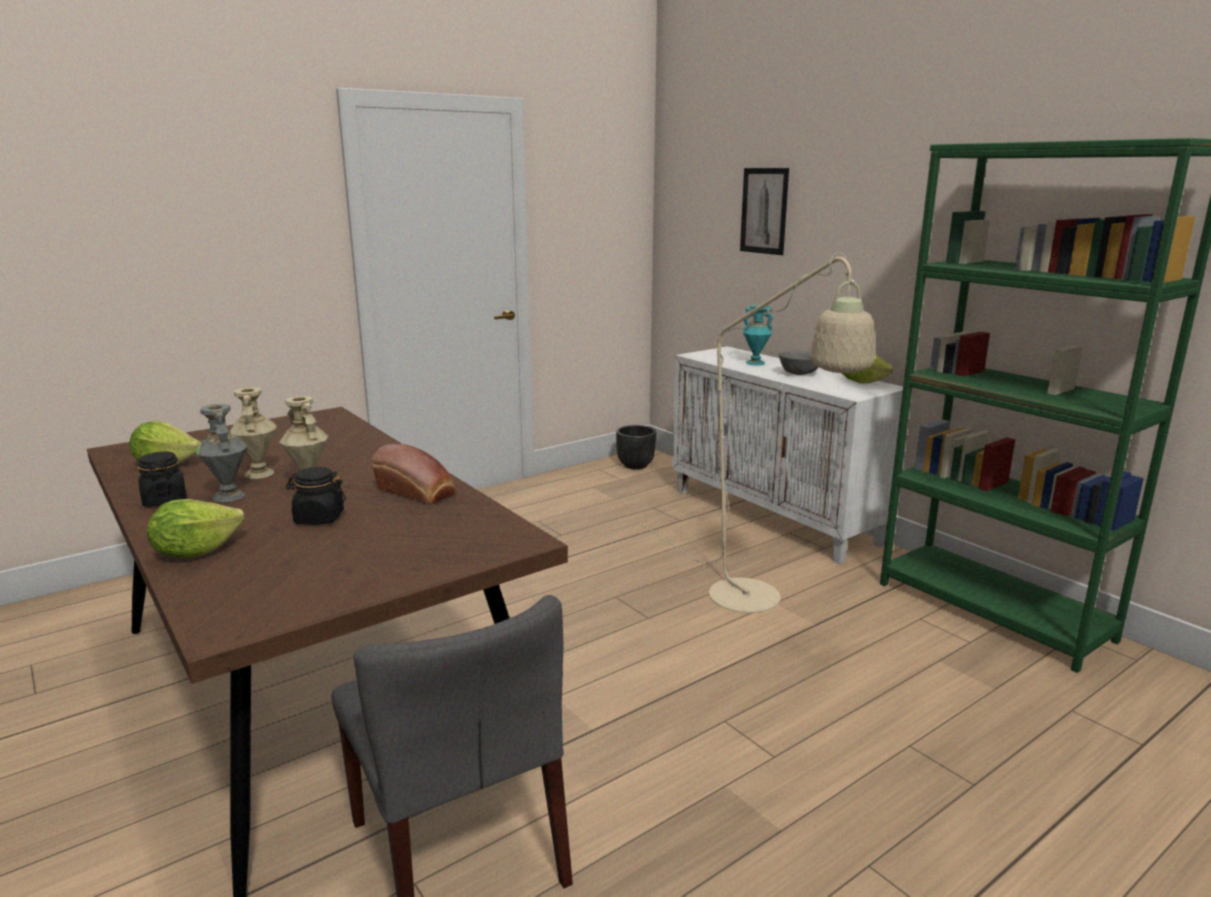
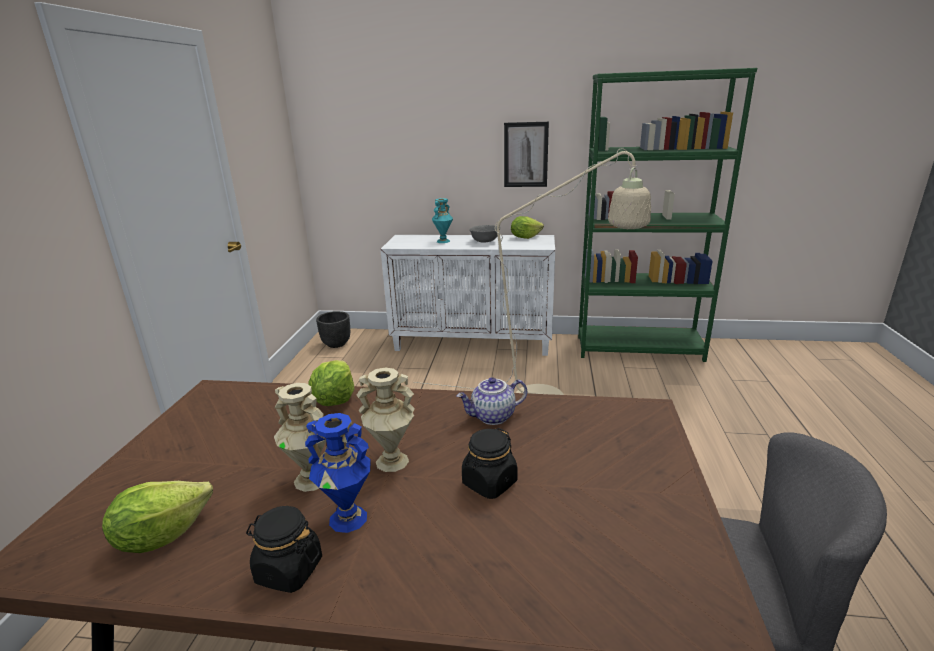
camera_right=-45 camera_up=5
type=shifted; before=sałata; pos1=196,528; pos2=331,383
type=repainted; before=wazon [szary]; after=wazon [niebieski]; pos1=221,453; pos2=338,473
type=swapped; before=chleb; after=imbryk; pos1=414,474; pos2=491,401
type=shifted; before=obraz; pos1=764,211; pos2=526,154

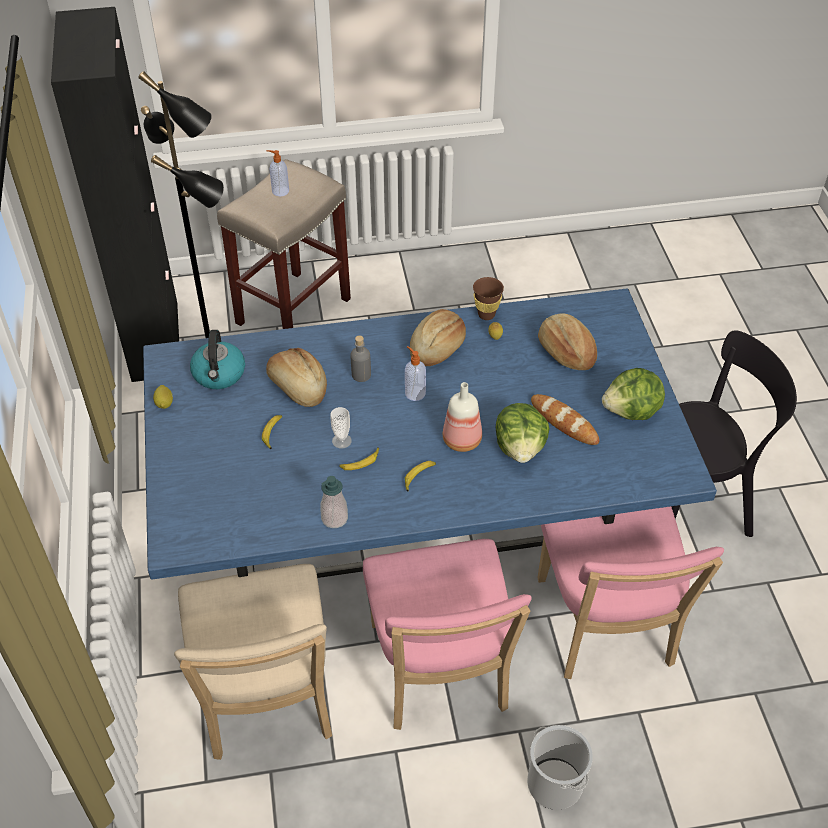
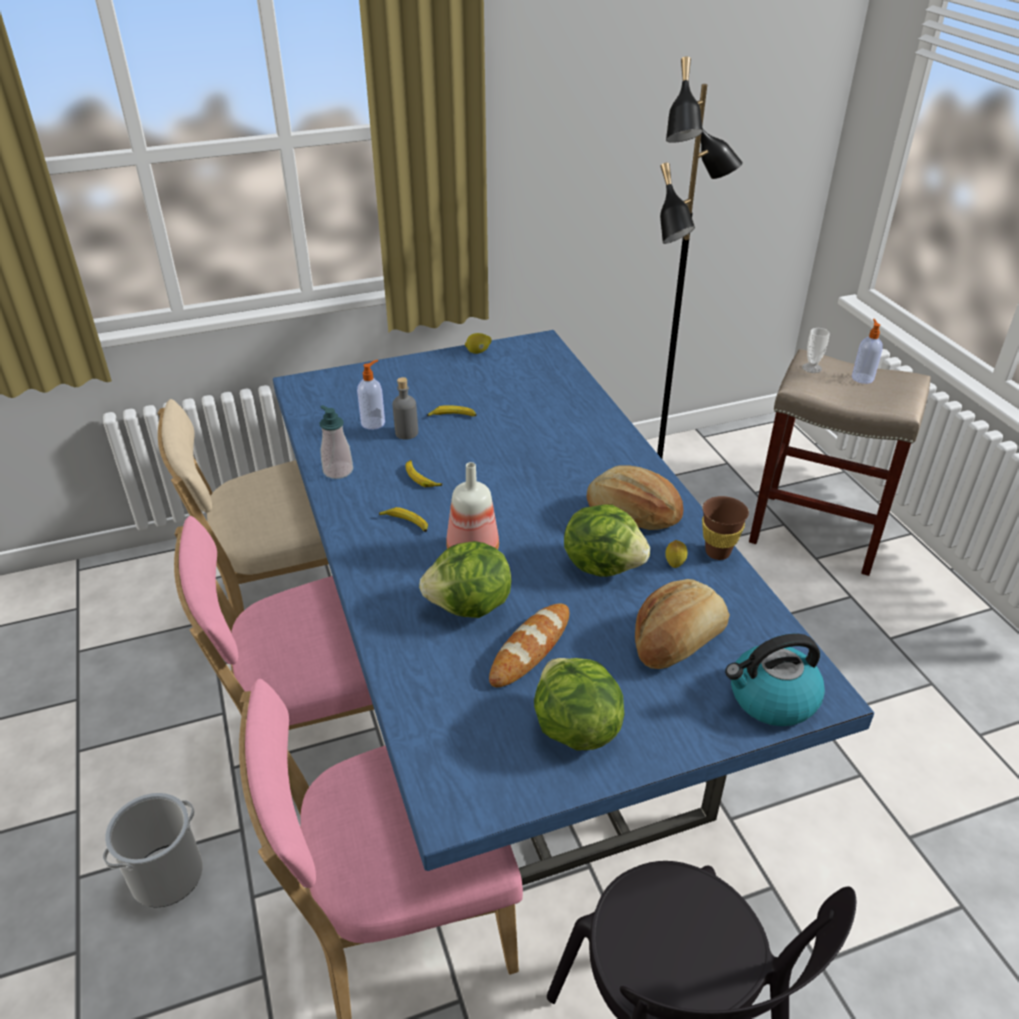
camera_right=80 camera_up=-10
type=gone; before=szafka [czarny]; pos1=115,194
type=shifted; before=czajnik; pos1=217,359; pos2=775,680
type=gone; before=chleb; pos1=296,377
type=shifted; before=filiżanka; pos1=341,427; pos2=816,350
type=shifted; before=butelka [szary]; pos1=360,358; pos2=405,408
type=shifted; before=dozownik mydła; pos1=415,373; pos2=371,395
type=new; after=sałata; pos2=607,540

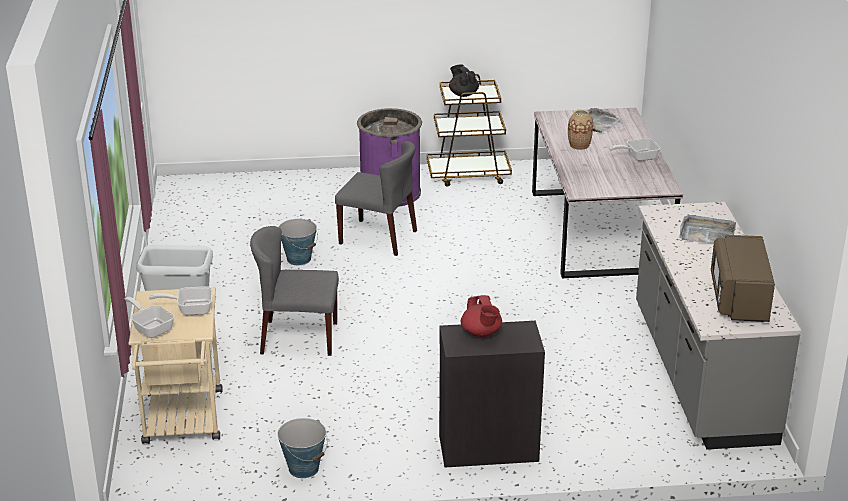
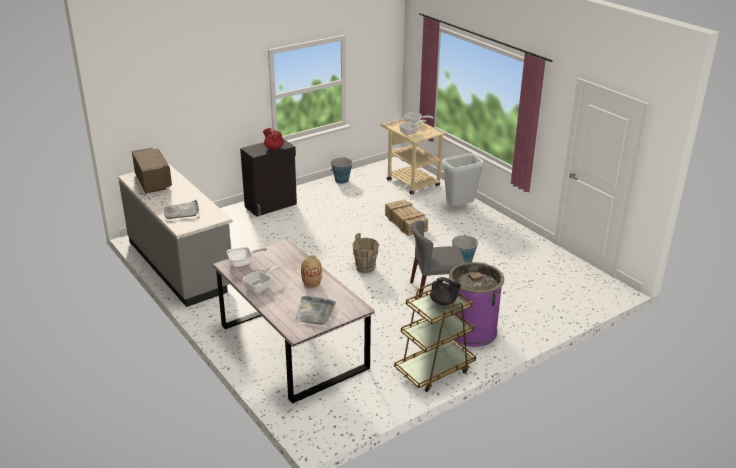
camera_right=150 camera_up=0
type=swapped; before=krzesło [szary]; after=skrzynka; pos1=294,291; pos2=406,217
type=new; after=patelnia; pos2=246,257
type=new; after=wiadro [brązowy]; pos2=365,253

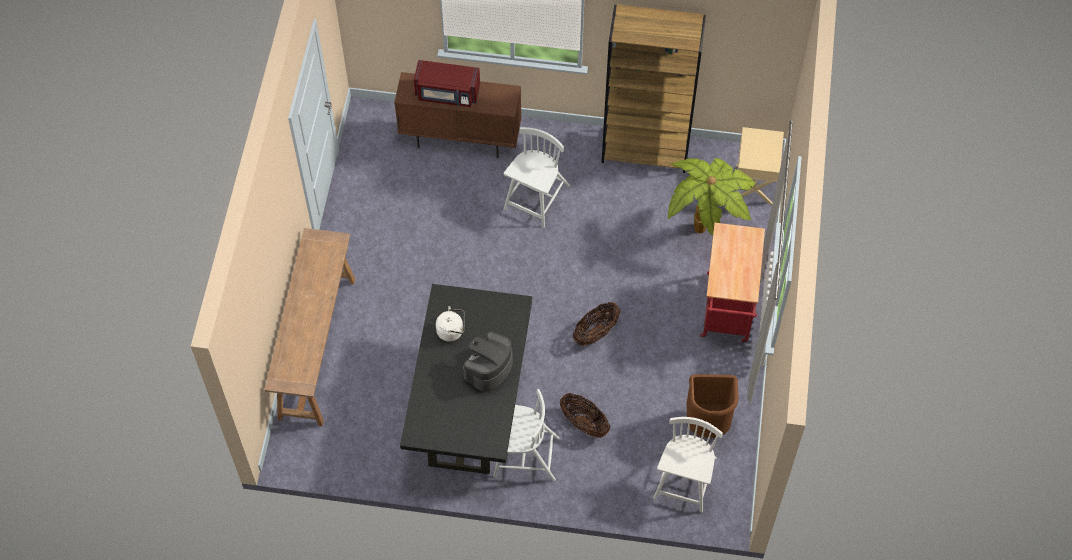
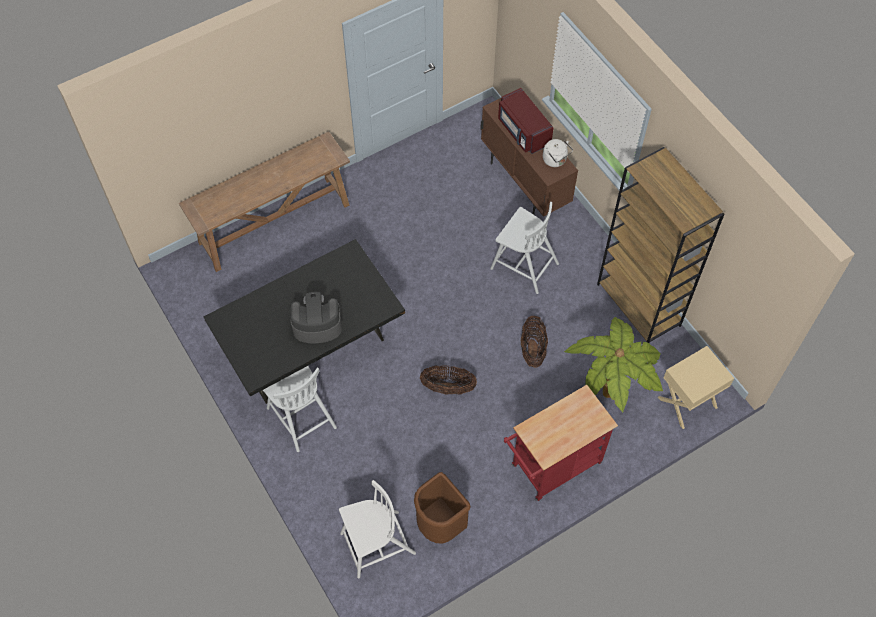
camera_right=50 camera_up=0
type=shifted; before=czajnik [biały]; pos1=450,323; pos2=558,153
type=rotated; before=krzesło [biały]; pos1=537,177; pos2=524,248; turn=45
type=shifted; before=koszyk; pos1=585,415; pos2=534,341

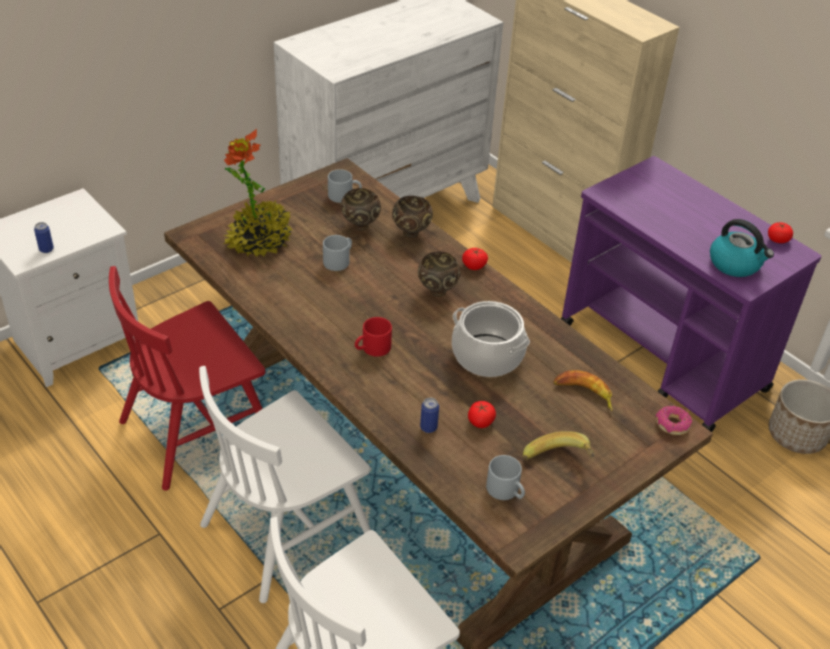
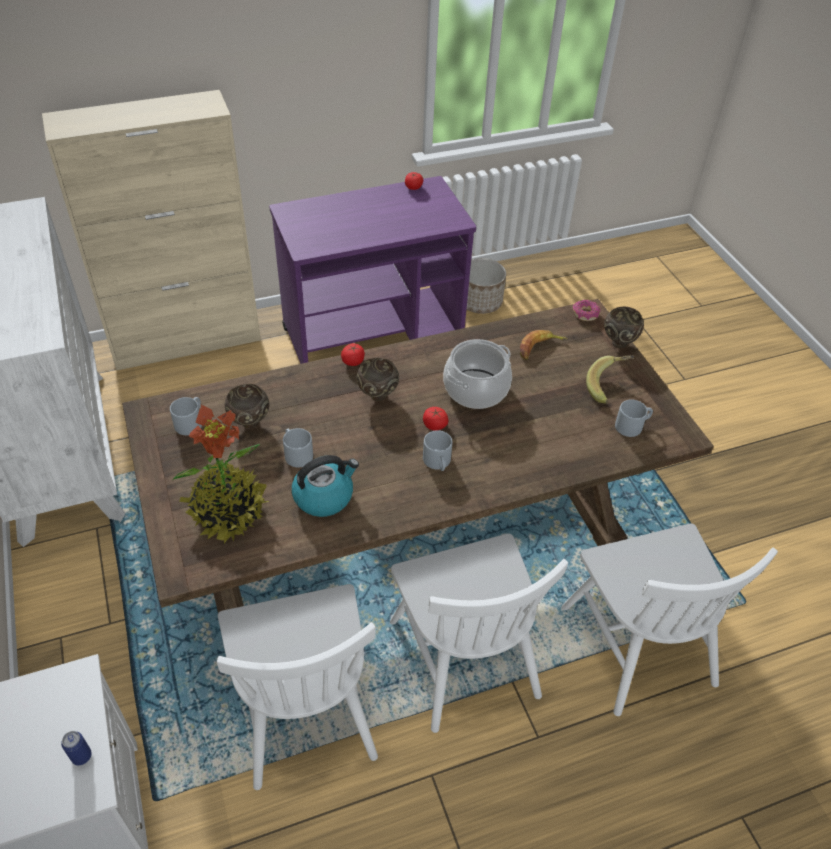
camera_right=-70 camera_up=5
type=repainted; before=krzesło [czerwony]; after=krzesło [biały]; pos1=187,378; pos2=297,687
type=repainted; before=kubek [czerwony]; after=kubek [szary]; pos1=373,337; pos2=437,450
type=shifted; before=miska [brązowy]; pos1=412,217; pos2=624,327
type=gone; before=puszka; pos1=429,415
type=shifted; before=pomidor; pos1=482,414; pos2=435,418
type=shifted; before=czajnik; pos1=742,248; pos2=325,486

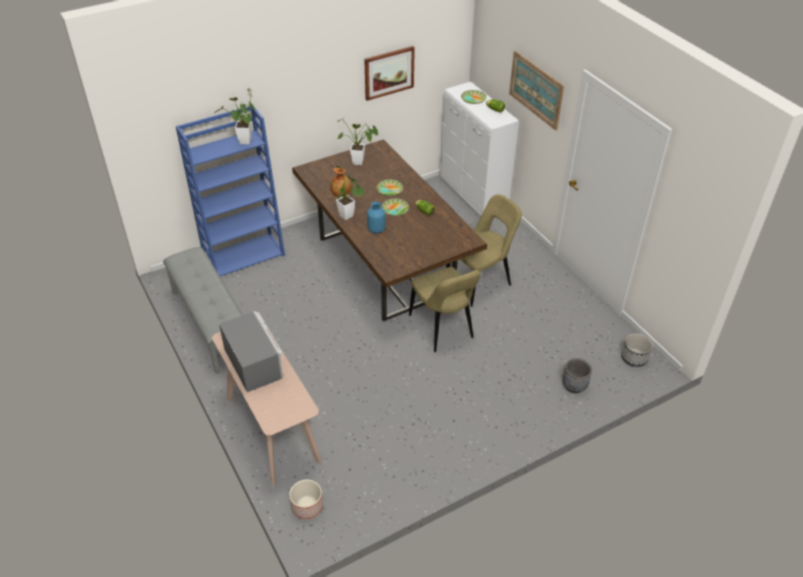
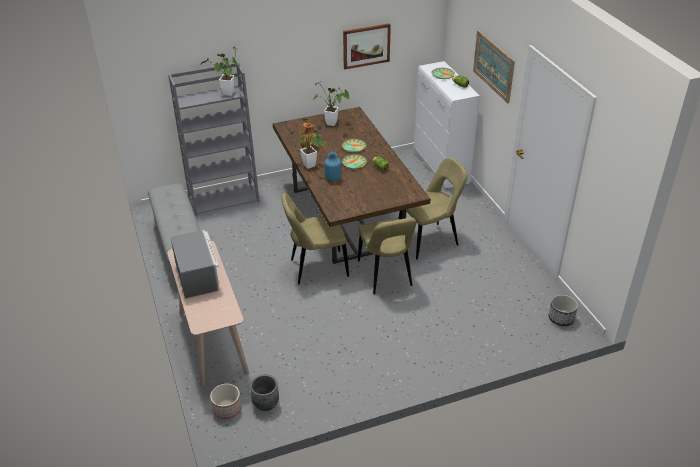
camera_right=10 camera_up=-5
type=repainted; before=regał [niebieski]; after=regał [szary]; pos1=230,191; pos2=214,139
type=shifted; before=donica [szary]; pos1=577,375; pos2=264,392
type=new; after=krzesło [beżowy]; pos2=315,239

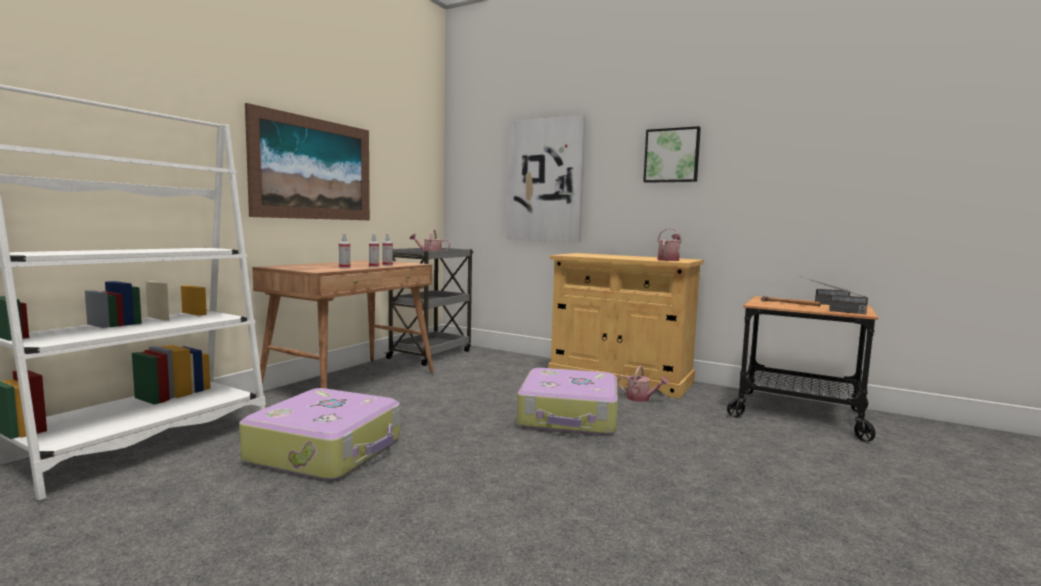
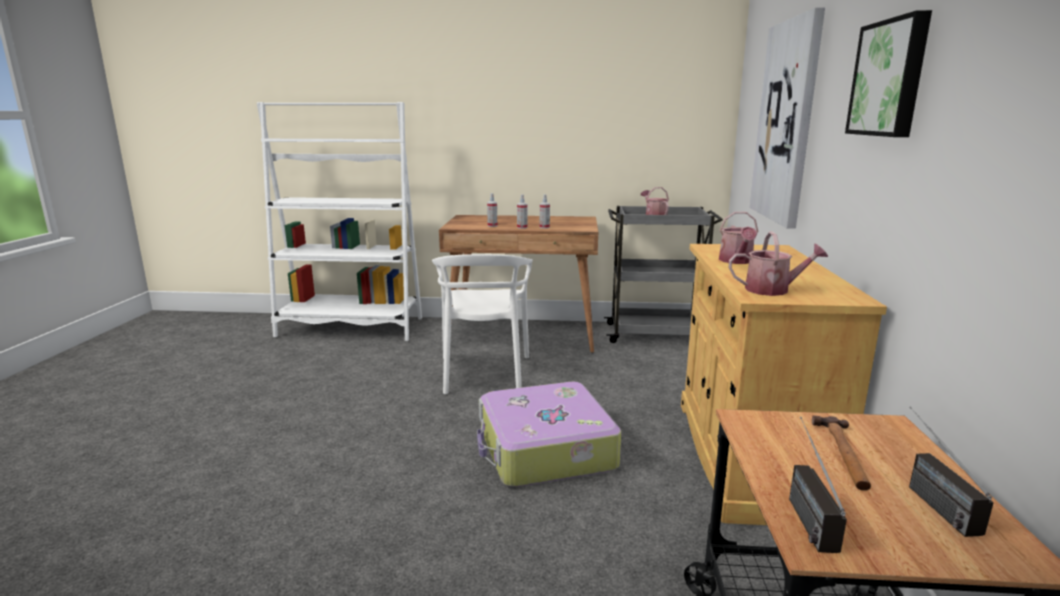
camera_right=65 camera_up=10
type=gone; before=walizka; pos1=319,434
type=gone; before=obraz; pos1=307,161
type=shifted; before=konewka; pos1=643,384; pos2=738,238
type=new; after=krzesło [biały]; pos2=482,324

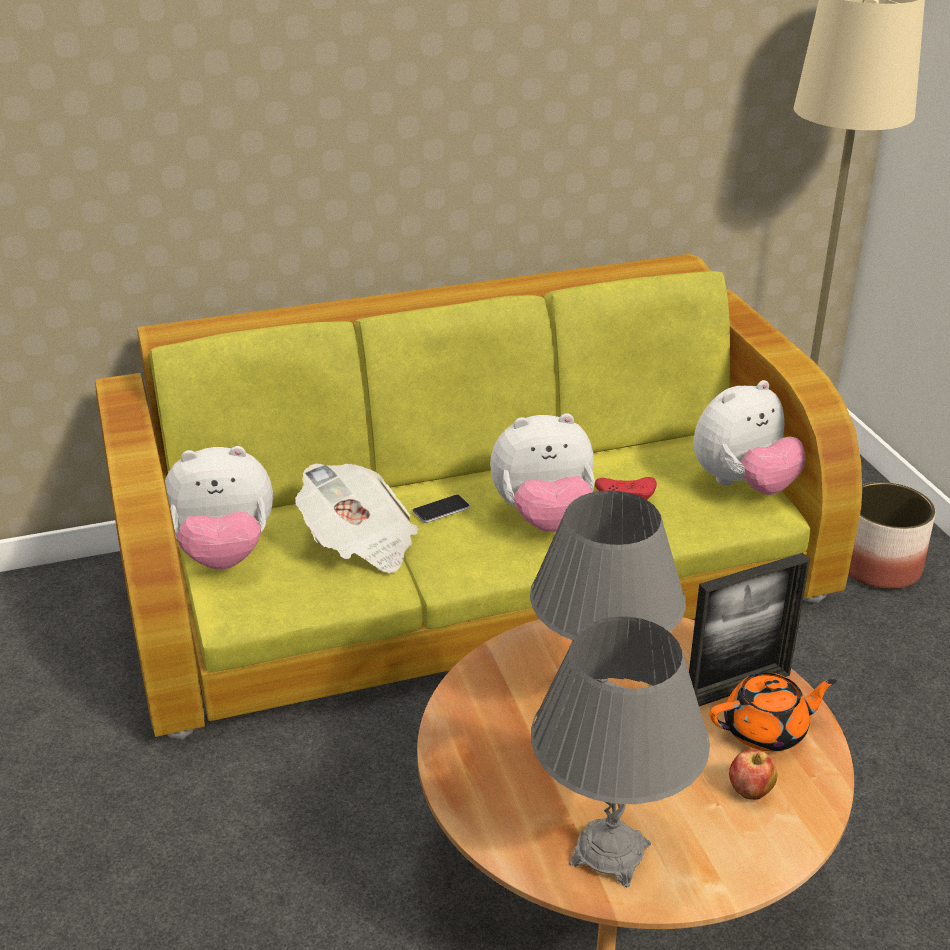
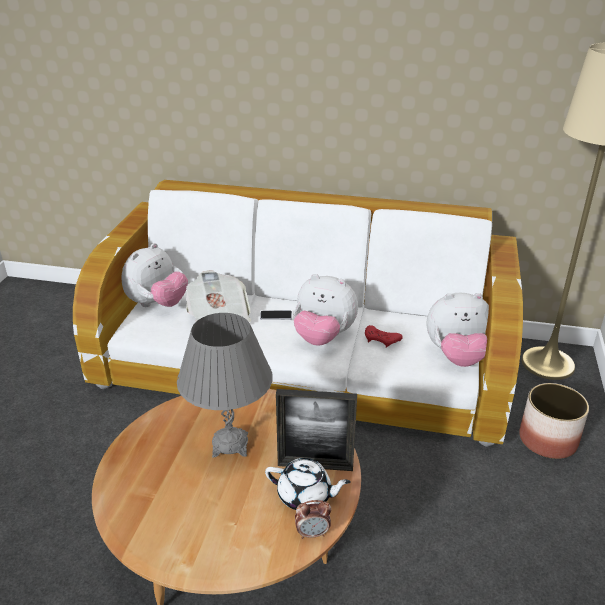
camera_right=30 camera_up=0
type=repainted; before=kanapa [zielony]; after=kanapa [biały]; pos1=478,497; pos2=298,313
type=rotated; before=pluszak; pos1=219,507; pos2=155,275; turn=-75
type=gone; before=lampa stołowa [szary]; pos1=620,752
type=repainted; before=imbryk [pomarańczowy]; after=imbryk [biały]; pos1=773,712; pos2=308,484
type=gone; before=jabłko; pos1=753,775
type=new; after=budzik; pos2=313,519

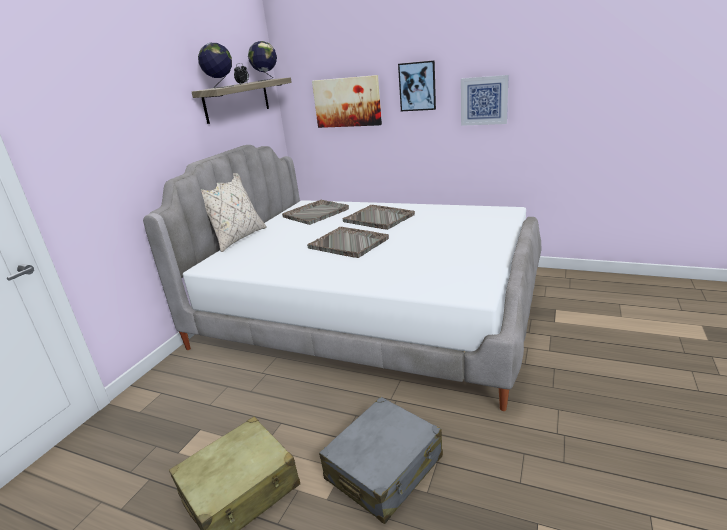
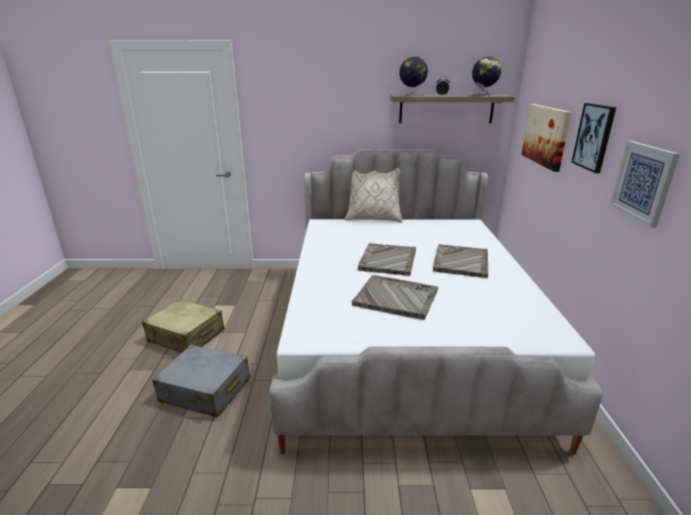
camera_right=65 camera_up=0
type=shifted; before=taca [szary]; pos1=315,212; pos2=395,297

